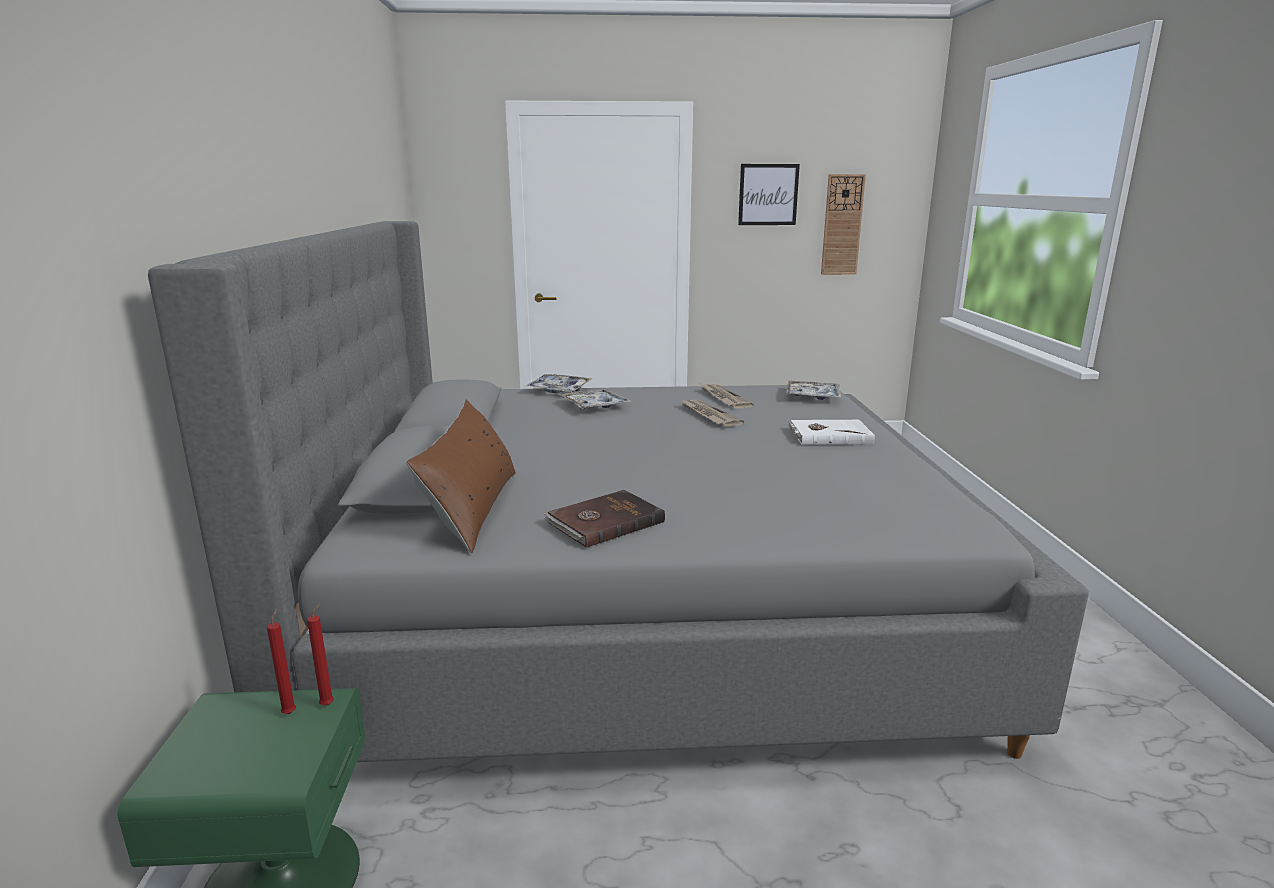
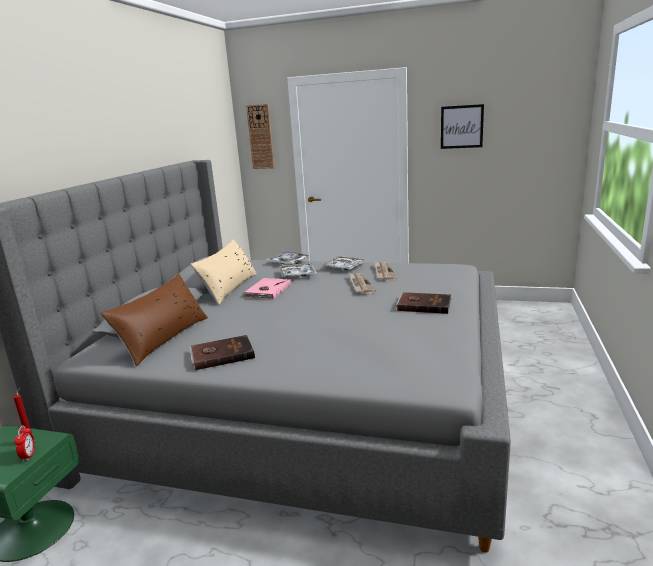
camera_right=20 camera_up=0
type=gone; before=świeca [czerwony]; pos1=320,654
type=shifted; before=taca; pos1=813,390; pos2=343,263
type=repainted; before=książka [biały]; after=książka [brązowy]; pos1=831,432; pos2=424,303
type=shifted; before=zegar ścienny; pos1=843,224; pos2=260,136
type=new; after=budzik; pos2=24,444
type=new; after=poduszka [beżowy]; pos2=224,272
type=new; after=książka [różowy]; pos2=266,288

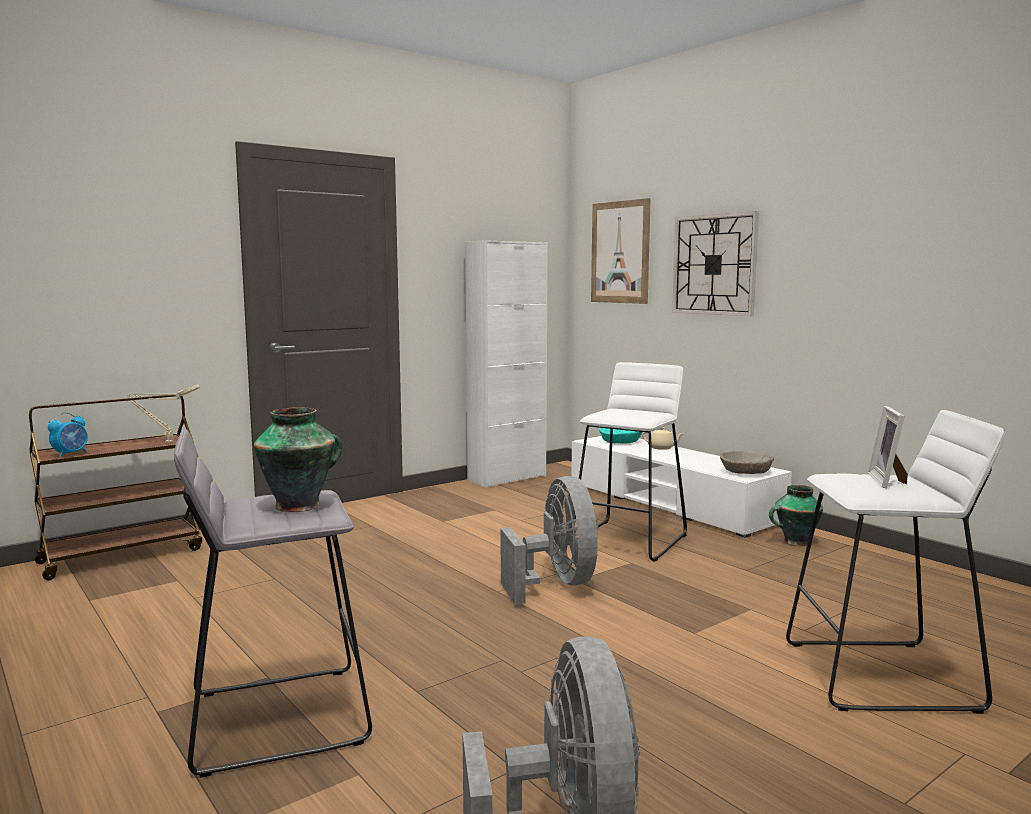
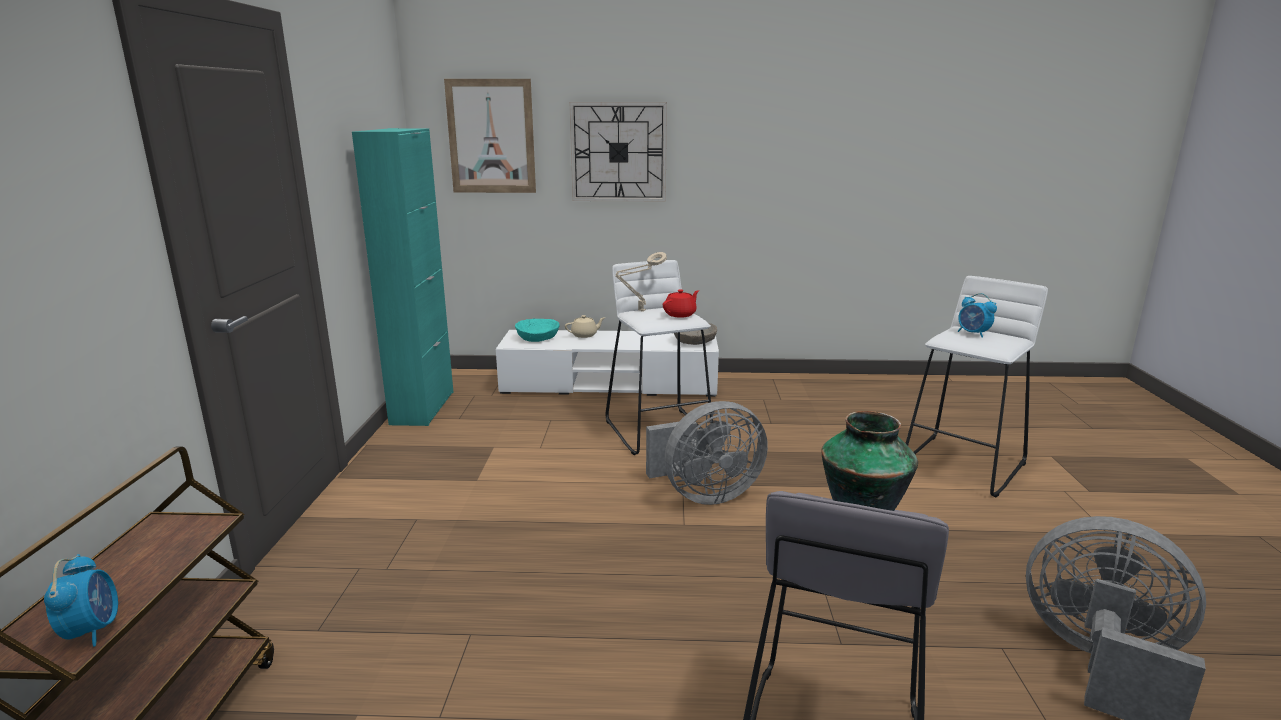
camera_right=-50 camera_up=10
type=shifted; before=lampa stołowa [beżowy]; pos1=163,413; pos2=641,282
type=repainted; before=szafka [biały]; after=szafka [turkusowy]; pos1=506,364; pos2=402,277
type=rotated; before=wentylator [szary]; pos1=549,540; pos2=707,453; turn=135
type=gone; before=wazon; pos1=796,515
type=swapped; before=ramka na zdjęcie; after=budzik; pos1=888,447; pos2=977,315
type=new; after=imbryk [czerwony]; pos2=681,303

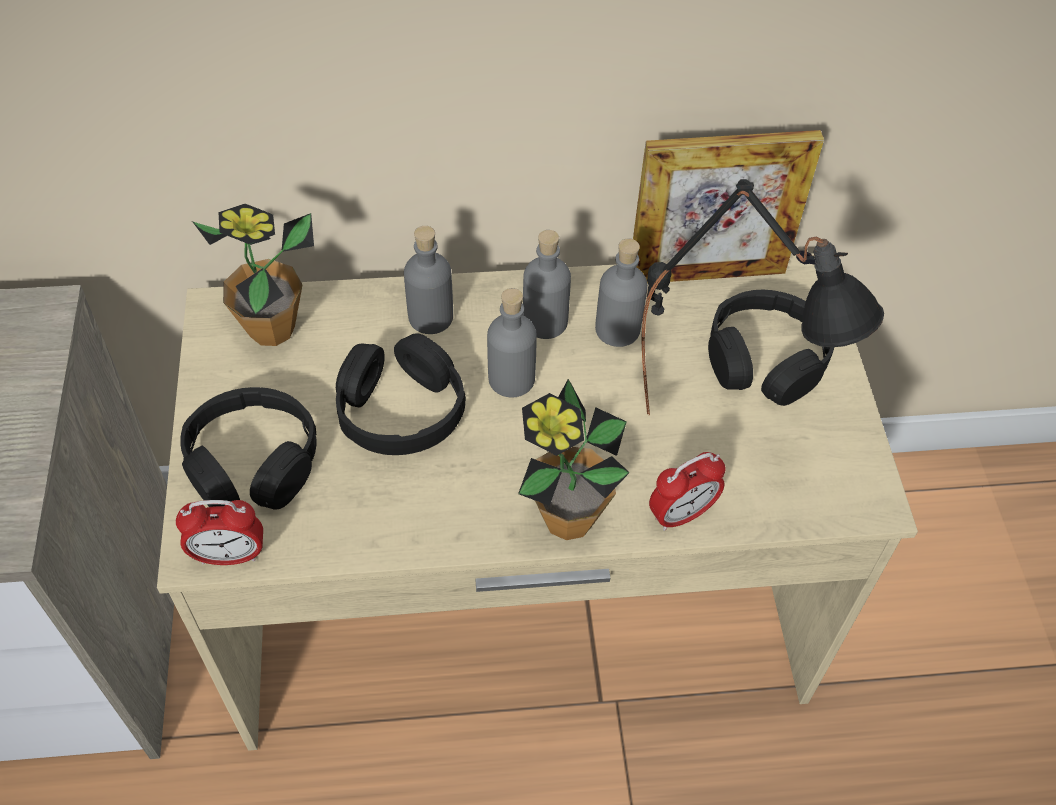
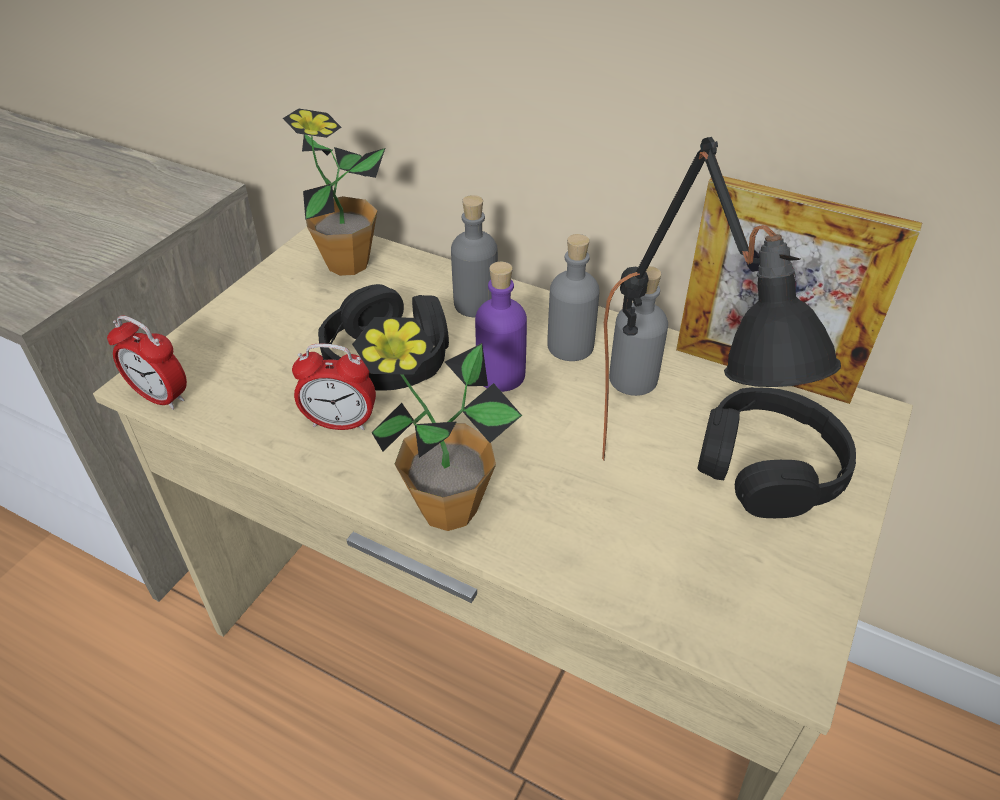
camera_right=35 camera_up=-10
type=gone; before=słuchawki [czarny]; pos1=248,448
type=repainted; before=butelka [szary]; after=butelka [fioletowy]; pos1=512,343; pos2=501,327
type=shifted; before=budzik; pos1=687,491; pos2=334,387

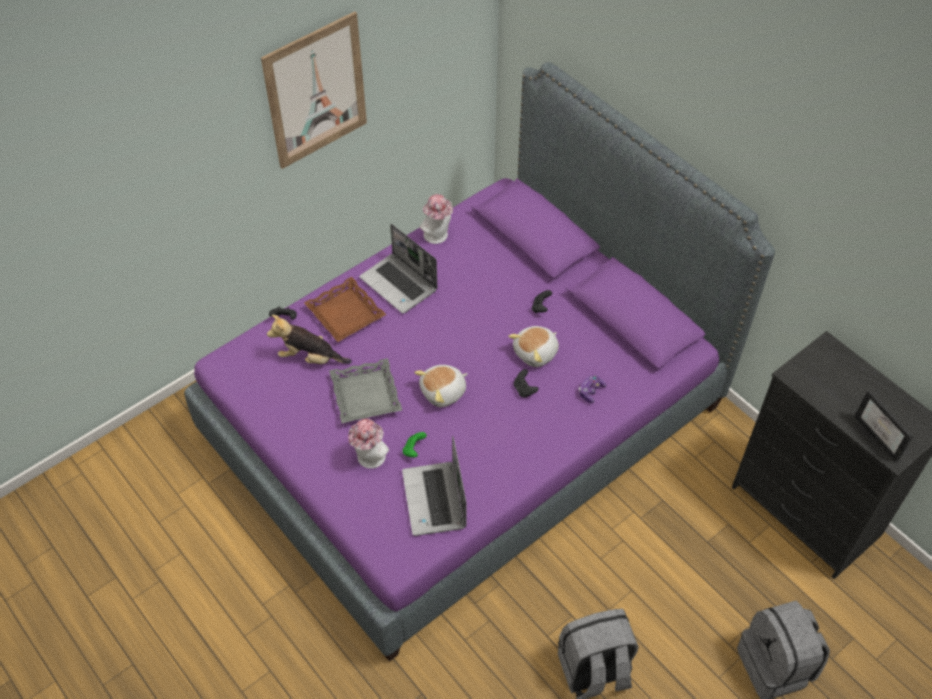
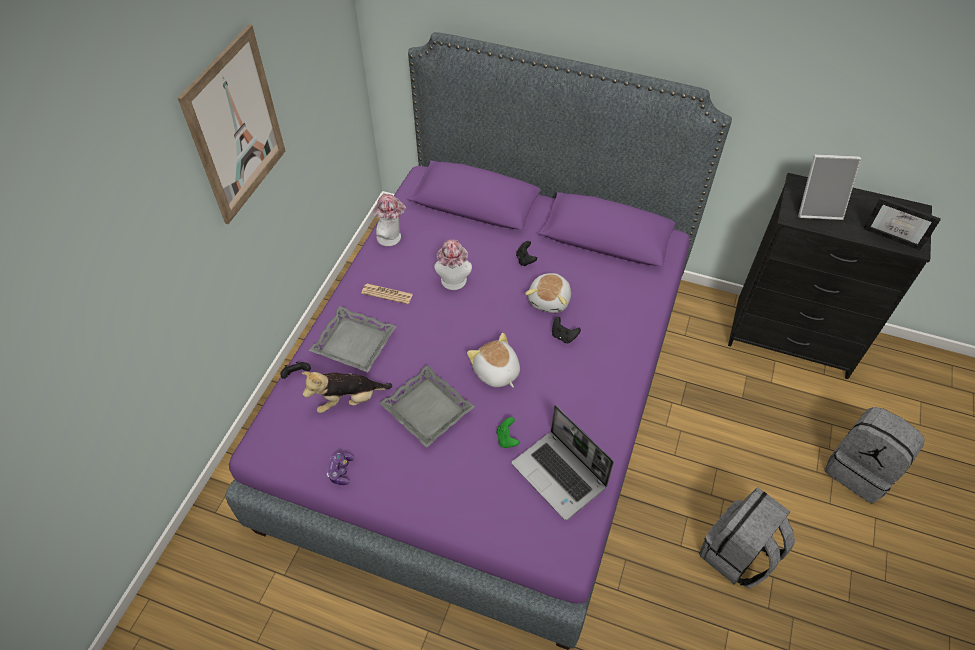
camera_right=-30 camera_up=0
type=repainted; before=taca [brązowy]; after=taca [szary]; pos1=345,309; pos2=353,339
type=shifted; before=kapelusz; pos1=368,444; pos2=453,264
type=swapped; before=laptop; after=gazeta; pos1=398,269; pos2=387,294
type=rotated; before=pluszak; pos1=440,386; pos2=493,360; turn=120
type=shifted; before=pad do gier; pos1=592,389; pos2=341,468
type=new; after=ramka na zdjęcie; pos2=829,187

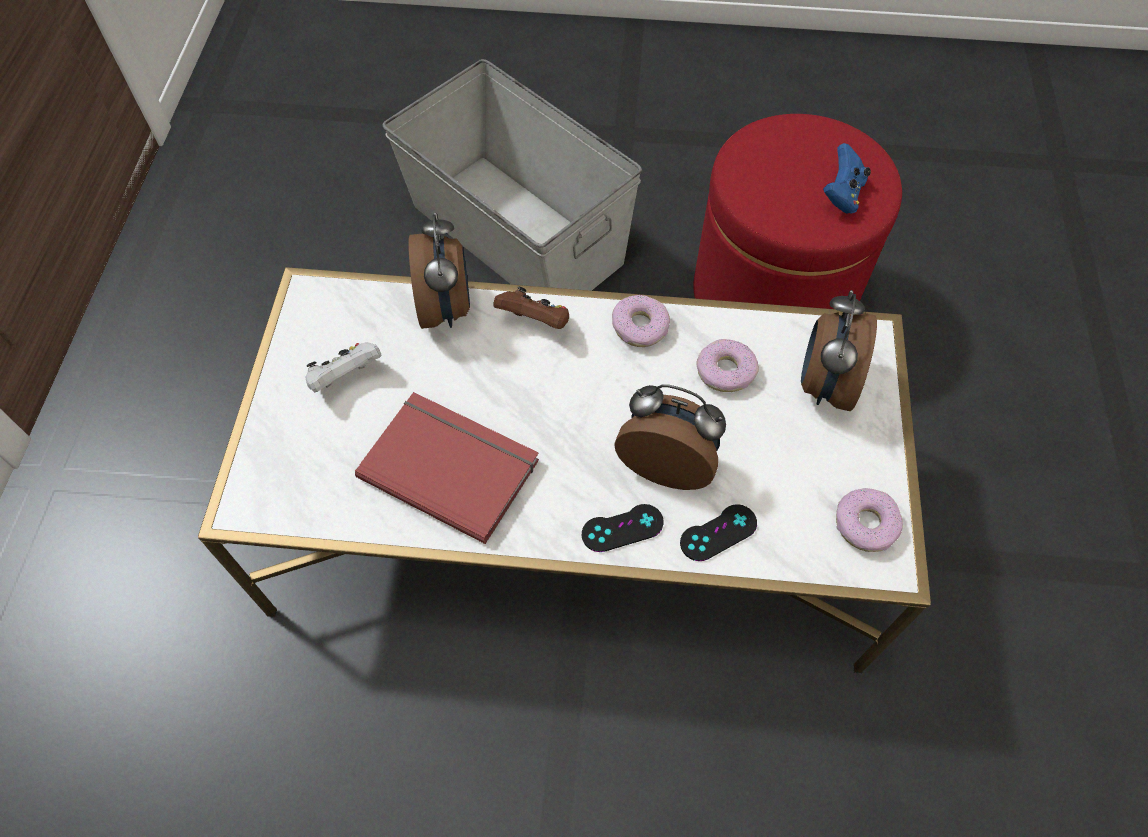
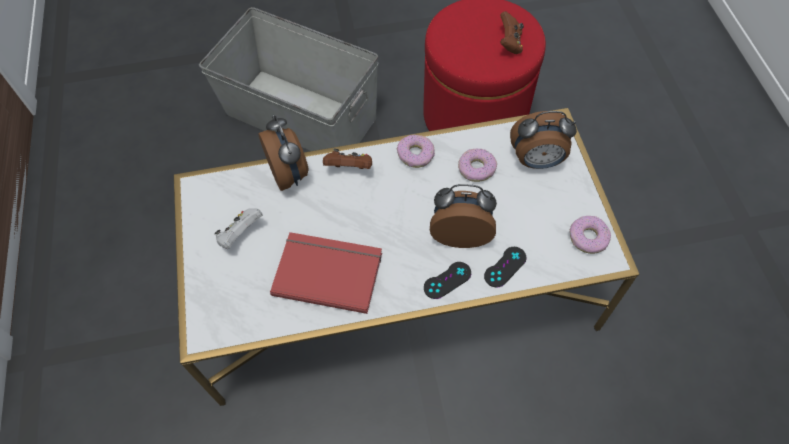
camera_right=-15 camera_up=0
type=rotated; before=budzik; pos1=839,350; pos2=543,140; turn=-90
type=repainted; before=pad do gier [niebieski]; after=pad do gier [brązowy]; pos1=847,178; pos2=512,33

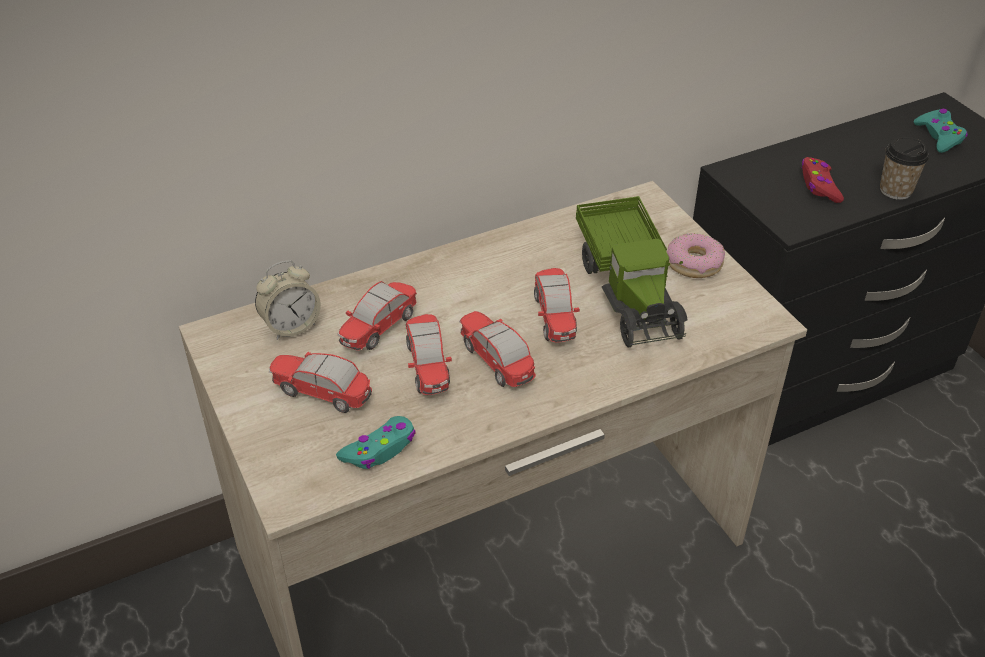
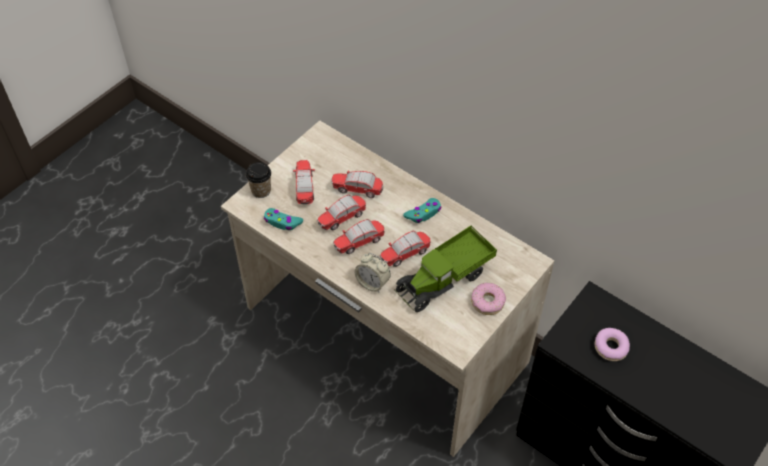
camera_right=65 camera_up=10
type=shifted; before=budzik; pos1=288,300; pos2=373,272
type=rotated; before=samochodzik; pos1=497,349; pos2=358,236; turn=-150
type=swapped; before=pad do gier [czerwony]; after=donut; pos1=822,180; pos2=612,344
type=shifted; before=filiżanka; pos1=904,168; pos2=258,180
type=shifted; before=pad do gier [turkusowy]; pos1=941,131; pos2=422,210

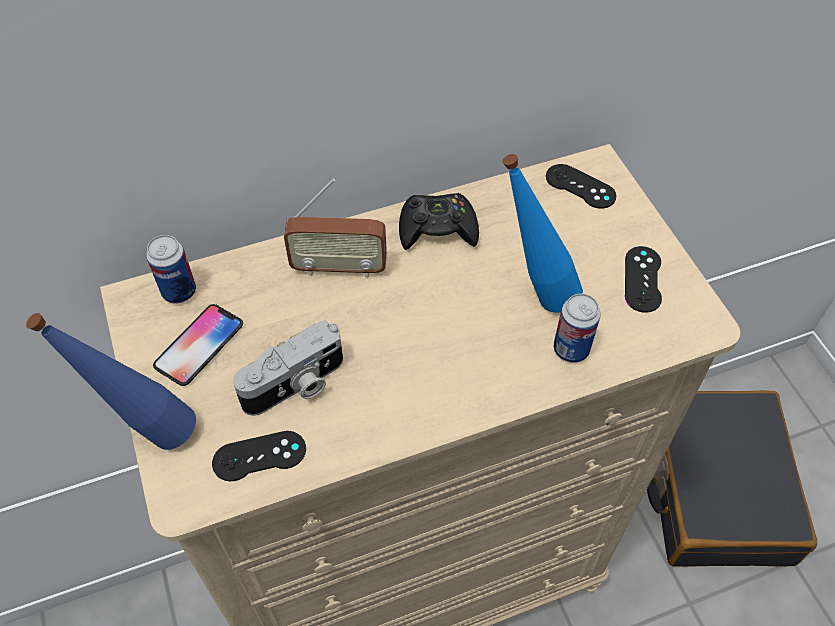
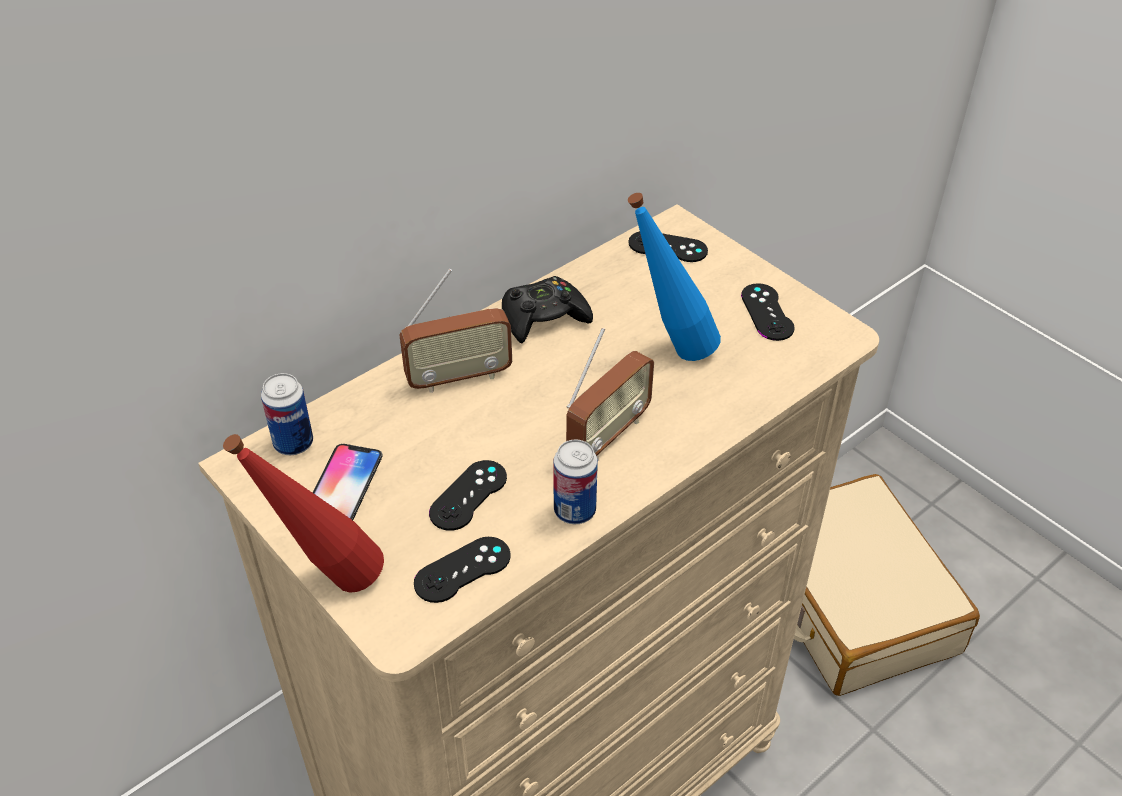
camera_right=-20 camera_up=-10
type=repainted; before=butelka [niebieski]; after=butelka [czerwony]; pos1=111,381; pos2=303,513
type=swapped; before=aparat fotograficzny; after=pad do gier [czarny]; pos1=288,368; pos2=468,495
type=shifted; before=puszka; pos1=577,328; pos2=575,481
type=repainted; before=walizka [czarny]; after=walizka [beżowy]; pos1=732,478; pos2=887,585
type=new; after=radio; pos2=610,394

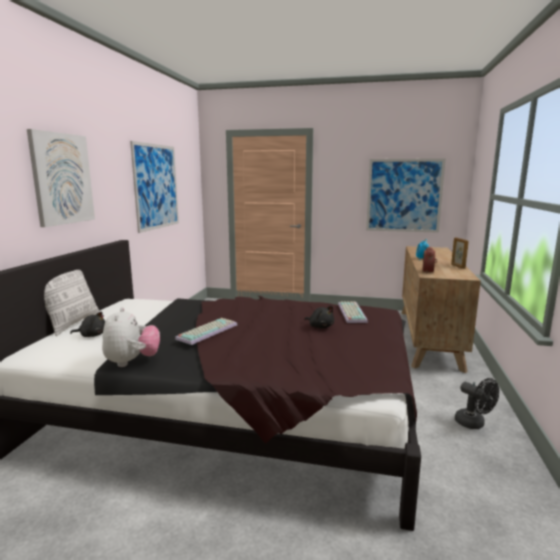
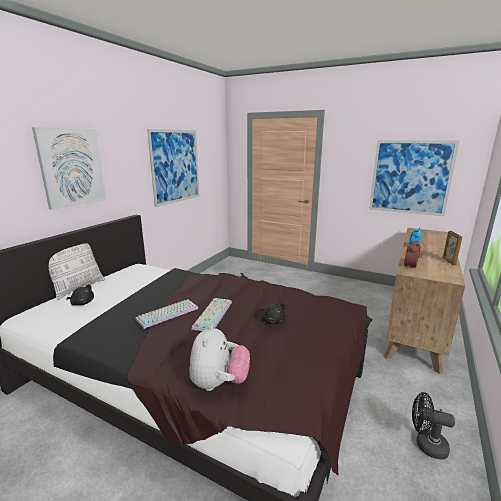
camera_right=15 camera_up=5
type=shifted; before=pluszak; pos1=131,337; pos2=219,357
type=shifted; before=klawiatura; pos1=353,312; pos2=211,314
type=rotated; before=wentylator [czarny]; pos1=477,403; pos2=433,426; turn=135

